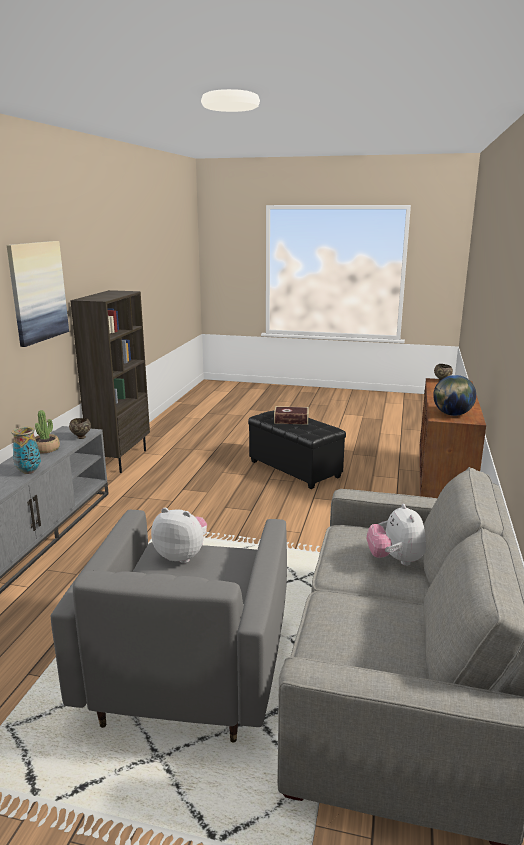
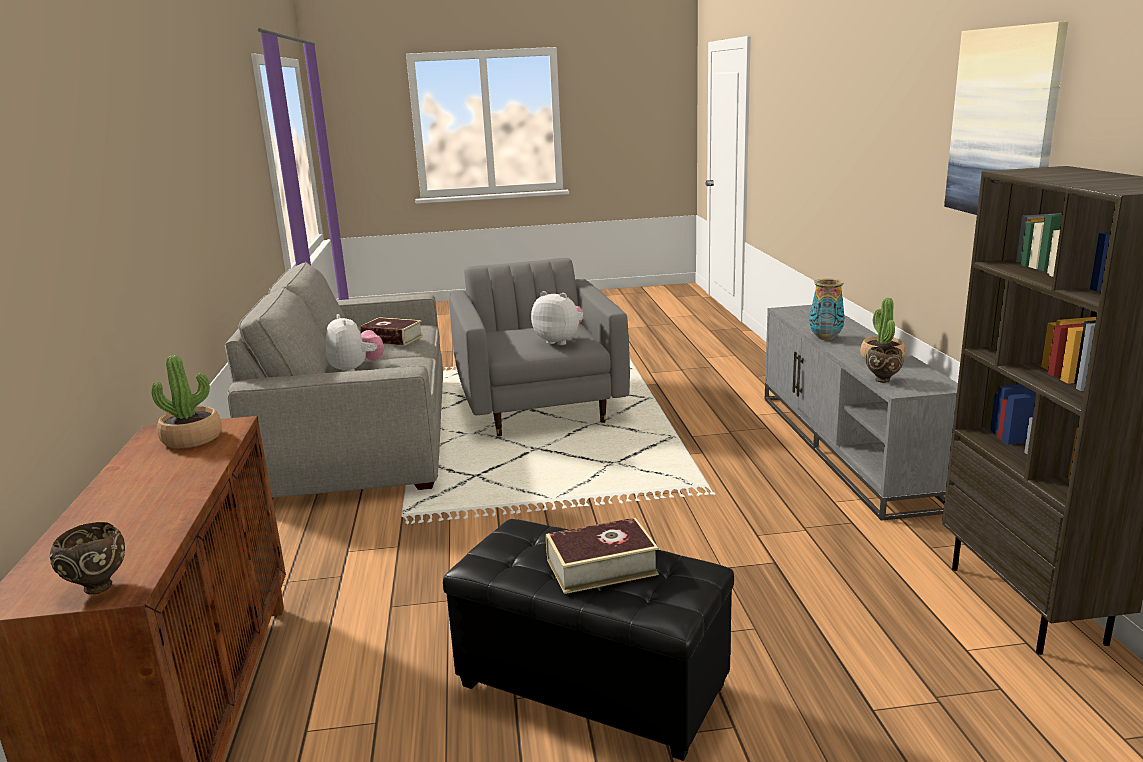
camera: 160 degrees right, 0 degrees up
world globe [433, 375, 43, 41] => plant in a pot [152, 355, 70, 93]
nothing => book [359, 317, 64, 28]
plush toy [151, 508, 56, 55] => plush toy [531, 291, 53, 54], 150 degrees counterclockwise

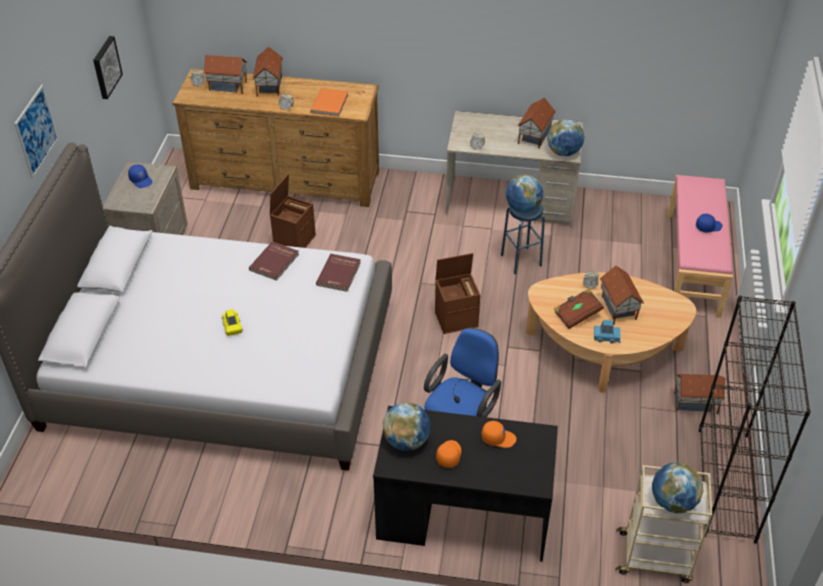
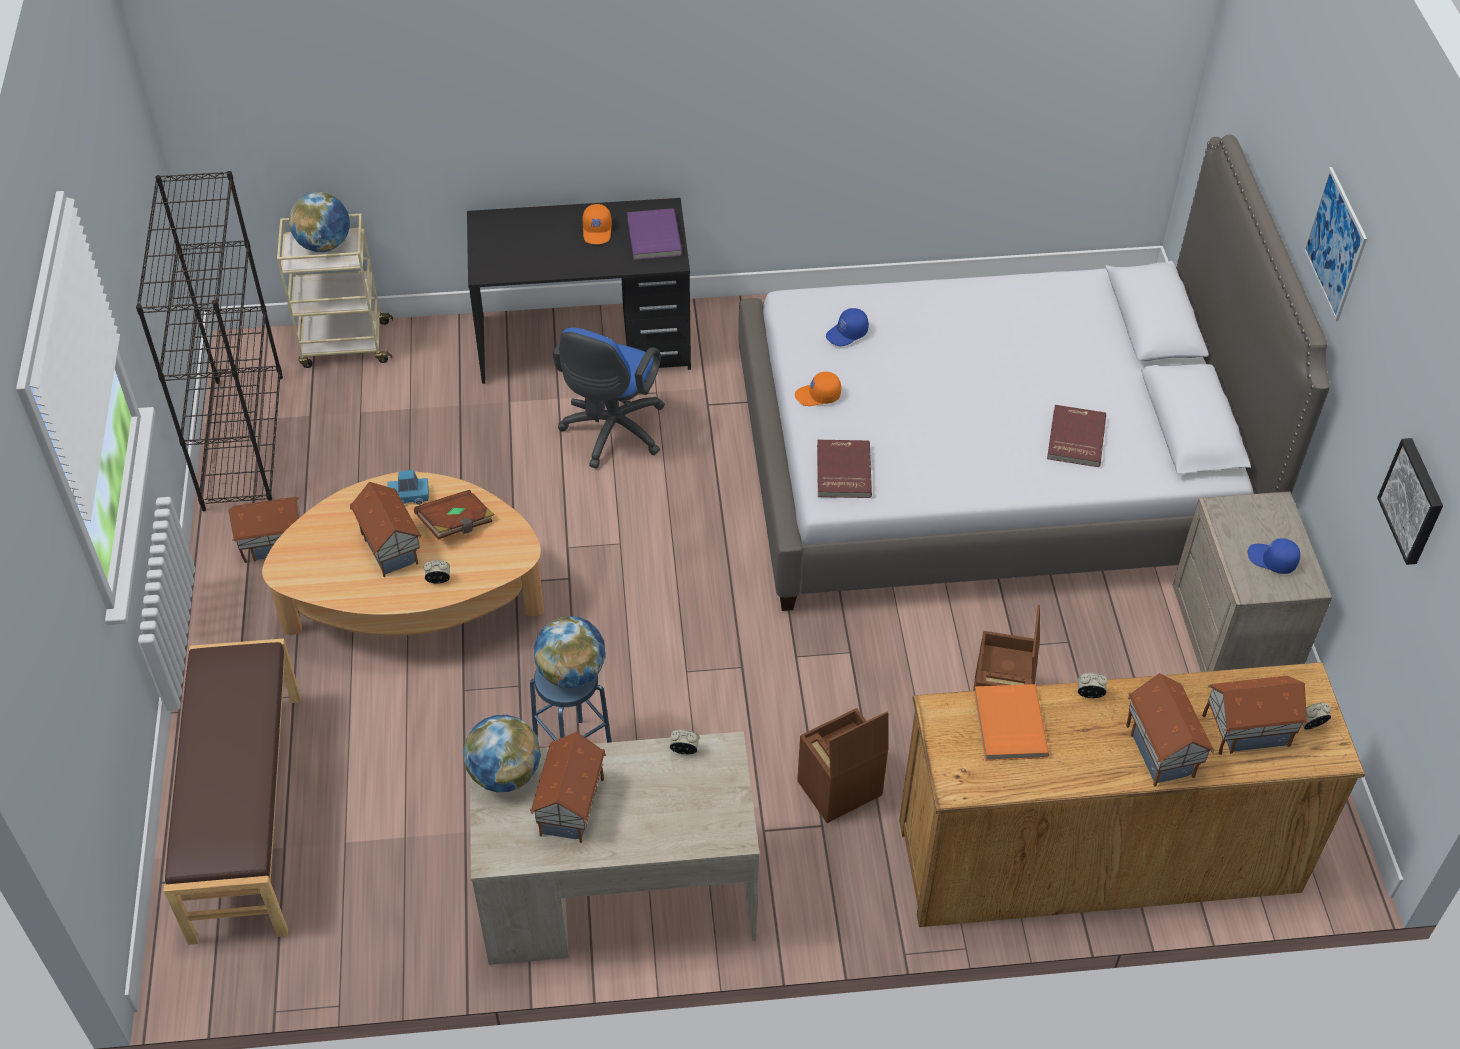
camera: 165 degrees right, 5 degrees up
pink indoor bench [667, 175, 66, 142] => brown-coloured indoor bench [164, 638, 137, 307]
world globe [383, 402, 47, 49] => purple book [627, 208, 55, 52]
orange-coloured cap [482, 421, 34, 27] => orange-coloured cap [795, 371, 46, 35], moved
brown-coloured storage bin [435, 253, 45, 81] => brown-coloured storage bin [797, 708, 92, 115], moved
blue cap [696, 214, 26, 18] => blue cap [826, 308, 43, 39], moved
red-coloured book [249, 241, 50, 40] => red-coloured book [1047, 405, 59, 62], moved
yellow model car [222, 309, 20, 27] => nothing

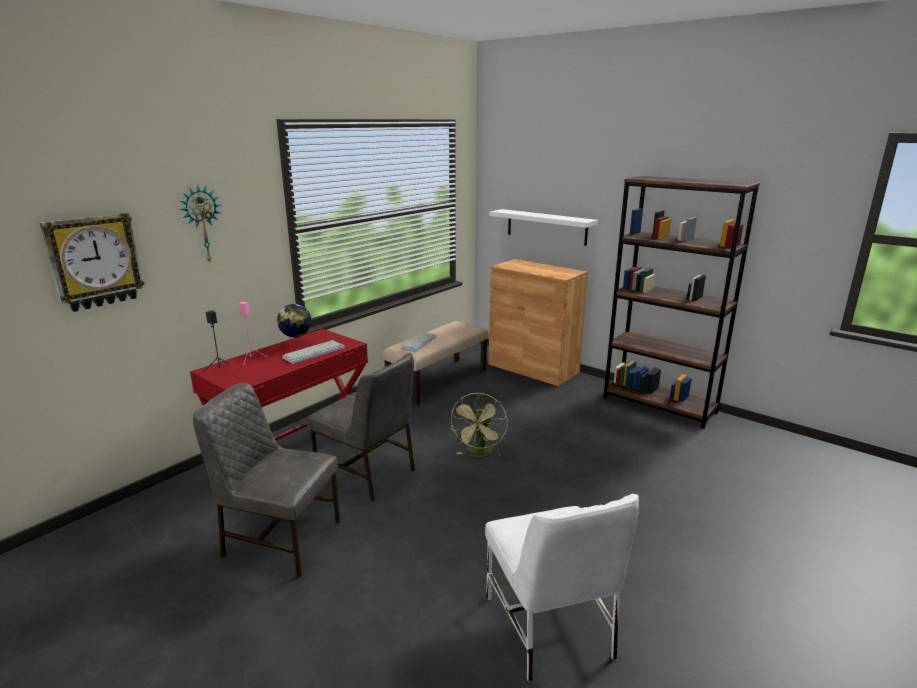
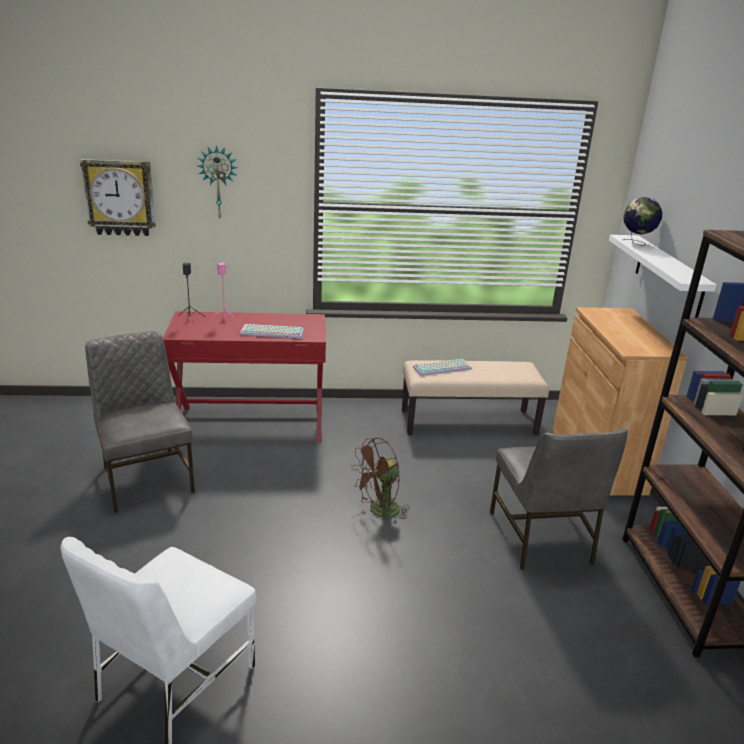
camera: 45 degrees right, 5 degrees up
green-coloured fan [450, 393, 58, 65] => brown-coloured fan [351, 438, 59, 86]
gray chair [307, 353, 108, 148] => gray chair [490, 429, 138, 141], moved
world globe [277, 304, 35, 42] => world globe [624, 197, 38, 49], moved

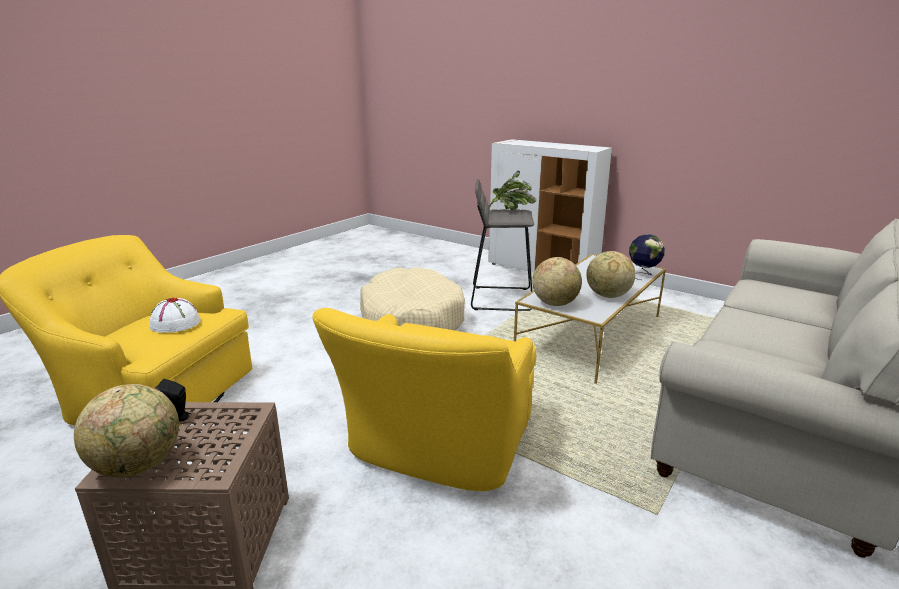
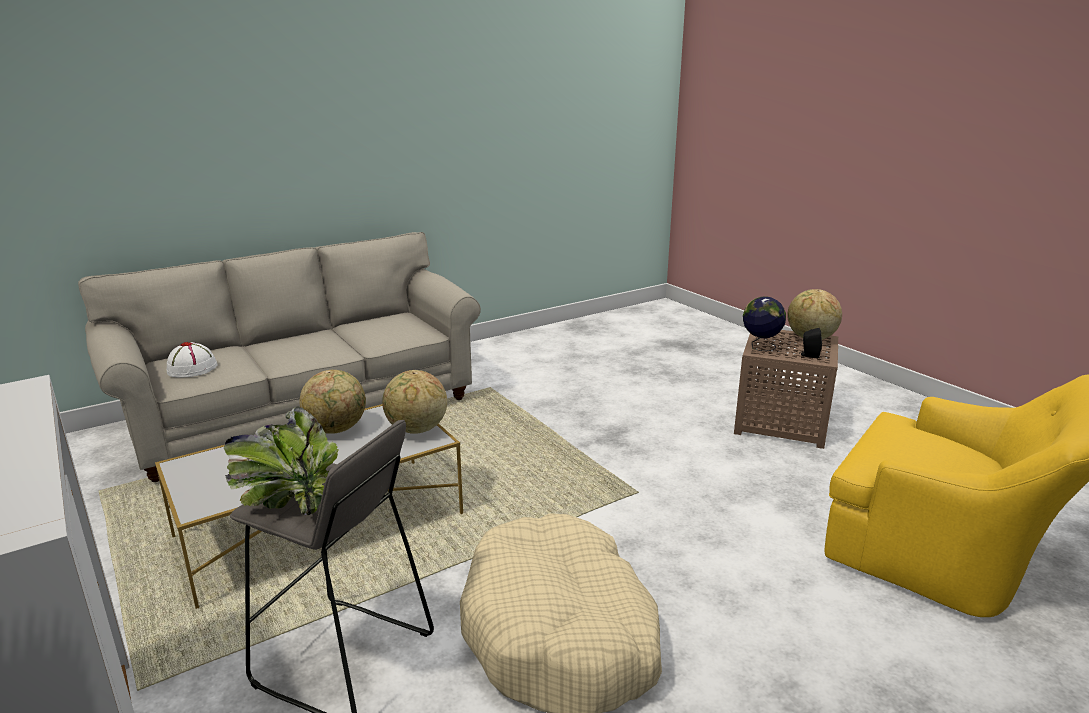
camera: 160 degrees left, 0 degrees up
whitish wearable hat [150, 298, 51, 35] => whitish wearable hat [167, 342, 50, 36], moved
world globe [629, 234, 36, 46] => world globe [743, 296, 43, 55], moved
yellow easy chair [312, 308, 224, 183] => nothing

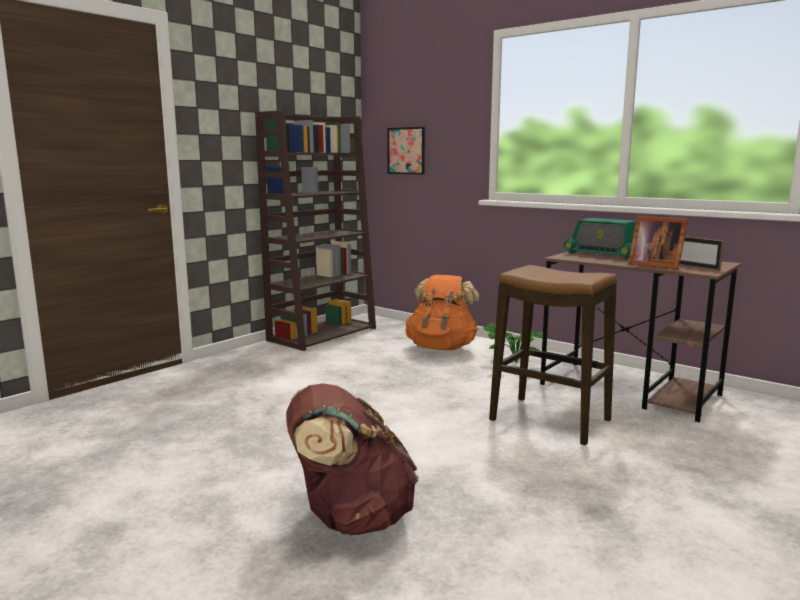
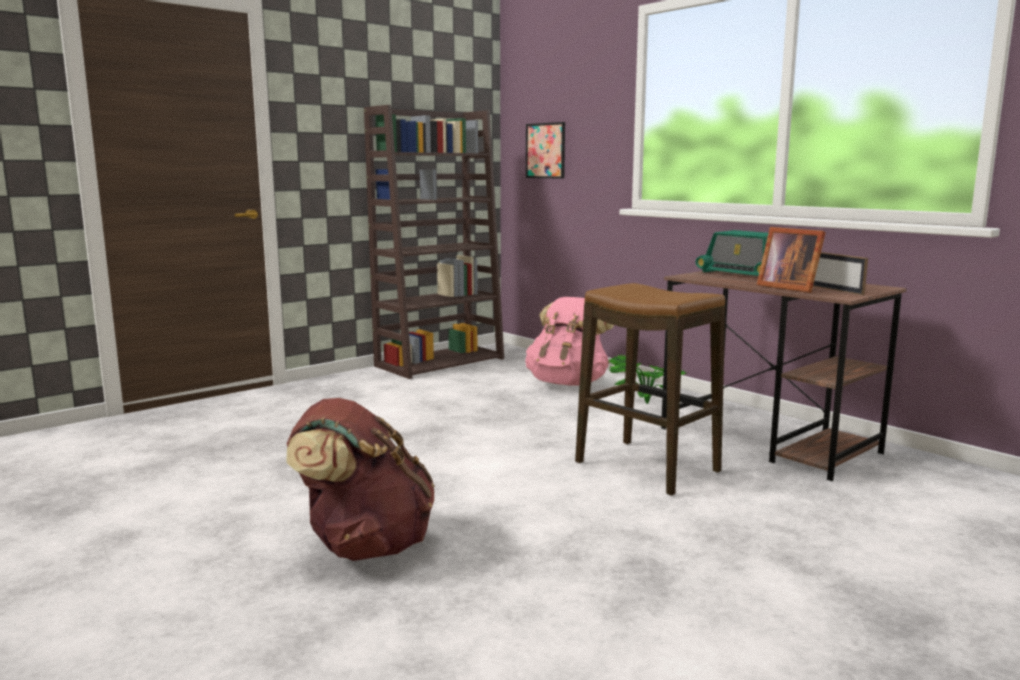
camera: 10 degrees right, 0 degrees up
orange-coloured backpack [405, 275, 75, 75] => pink backpack [525, 297, 89, 89]

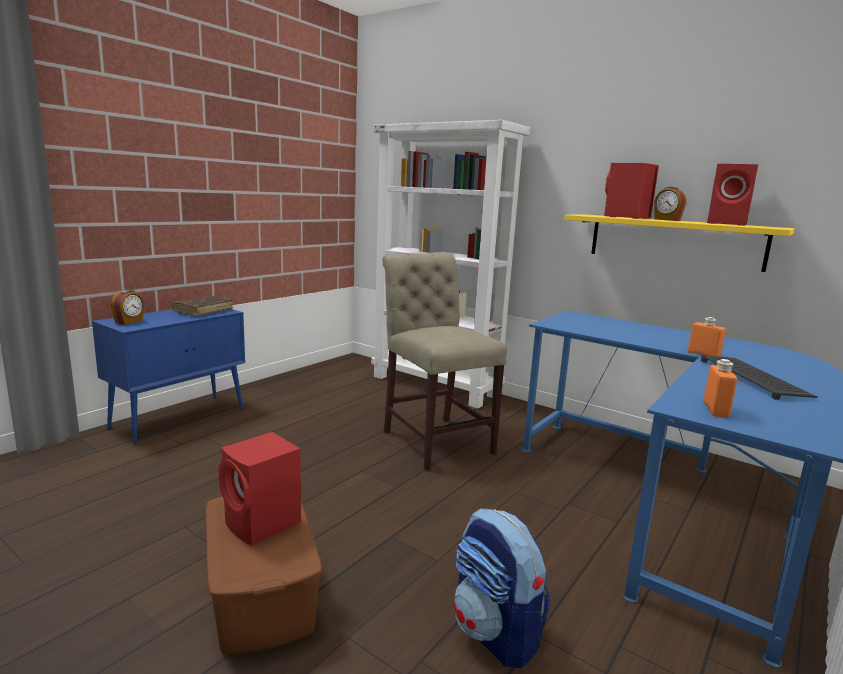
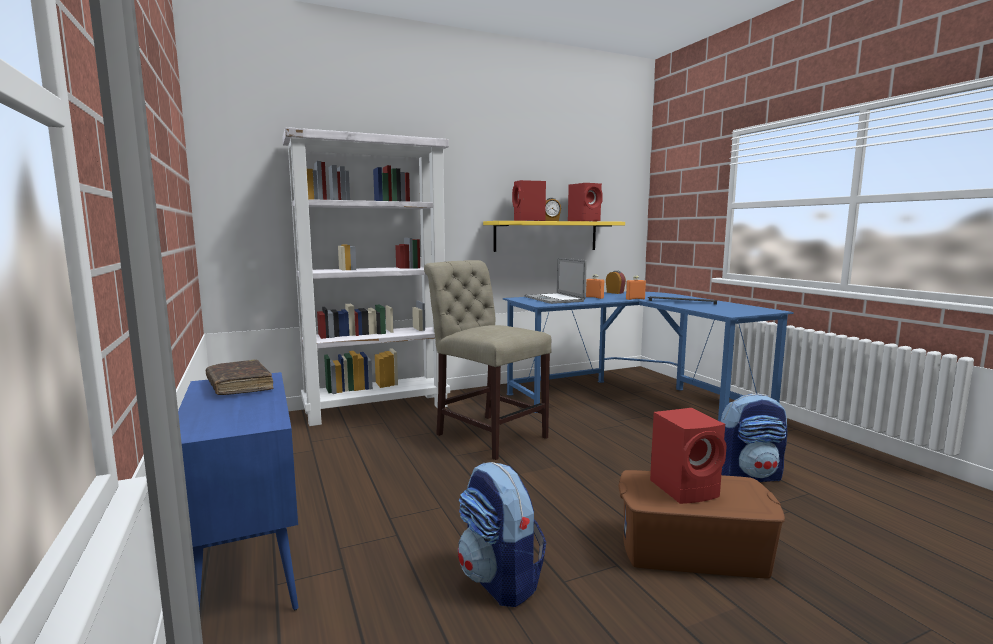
camera: 60 degrees left, 5 degrees down
sand-coloured chair [382, 253, 125, 218] => sand-coloured chair [424, 260, 128, 200], 45 degrees clockwise
nothing => backpack [458, 462, 88, 145]
nothing => portable computer [524, 257, 63, 47]
orange-coloured drink bottle [703, 359, 34, 59] => orange-coloured drink bottle [586, 274, 18, 25], moved
table clock [111, 290, 33, 35] => table clock [606, 271, 20, 23], moved

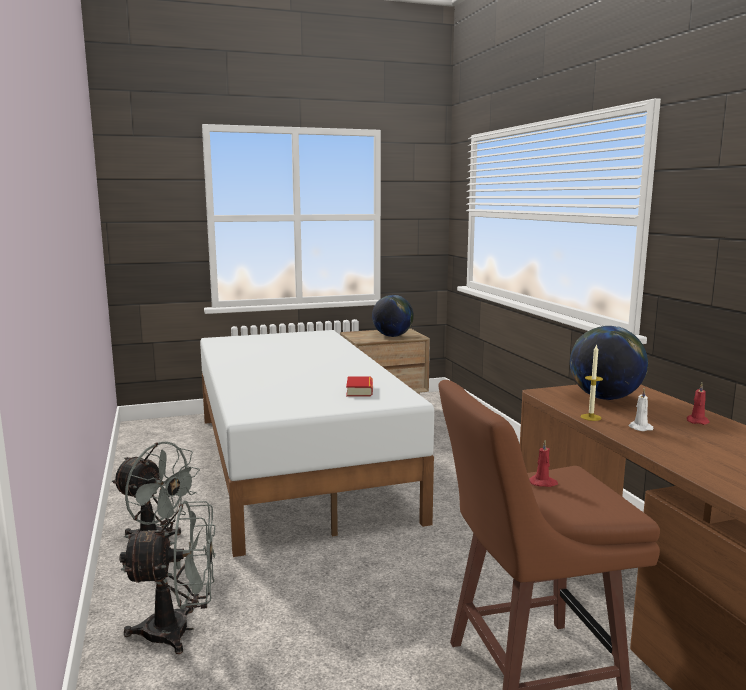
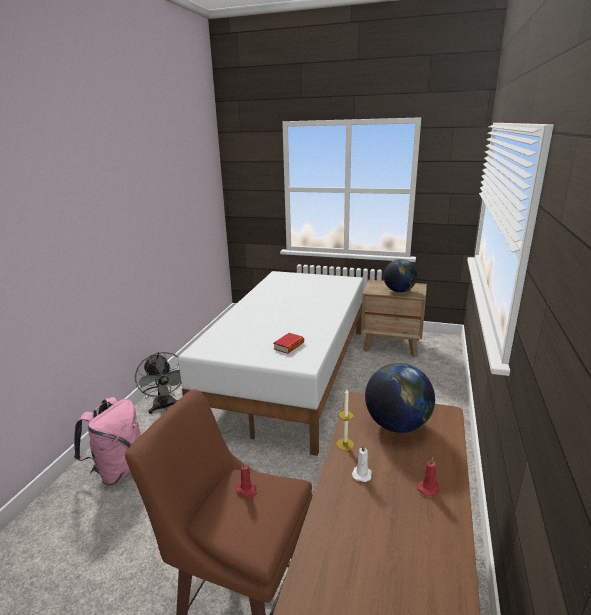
camera: 35 degrees right, 10 degrees up
gray fan [119, 501, 97, 153] => pink backpack [74, 397, 67, 89]

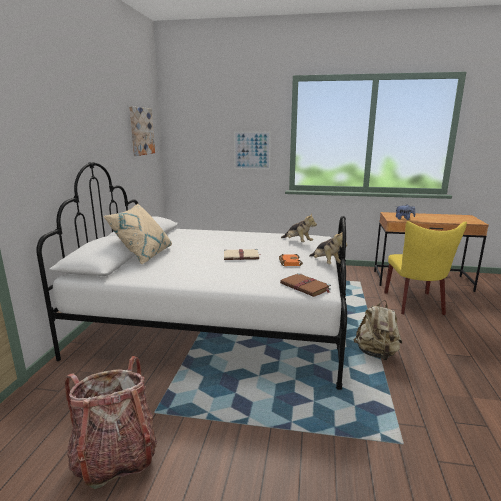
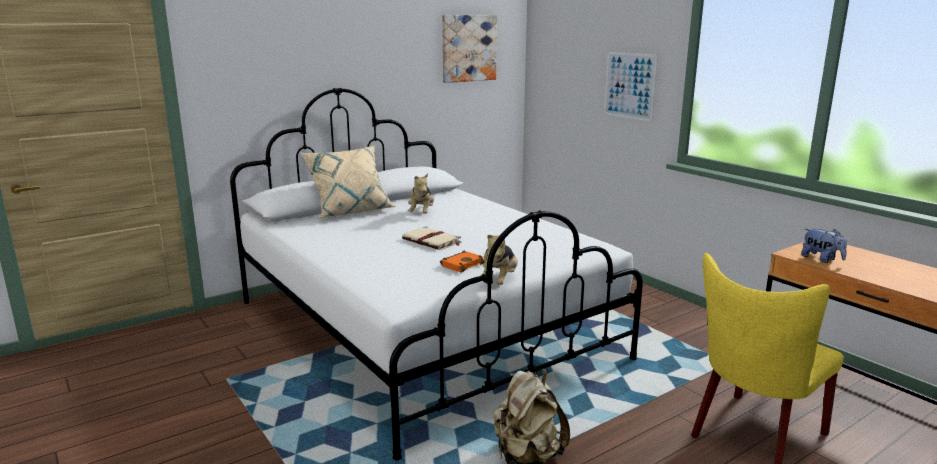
camera: 45 degrees right, 0 degrees up
plush toy [281, 214, 36, 28] => plush toy [408, 173, 26, 41], moved
backpack [65, 356, 92, 133] => nothing
brown-coloured book [280, 273, 51, 24] => nothing

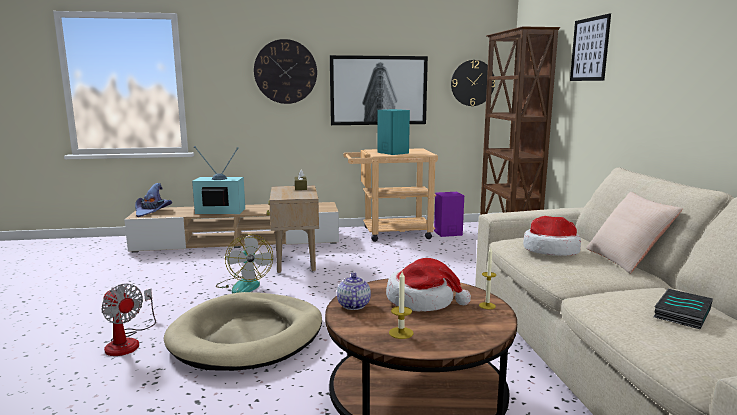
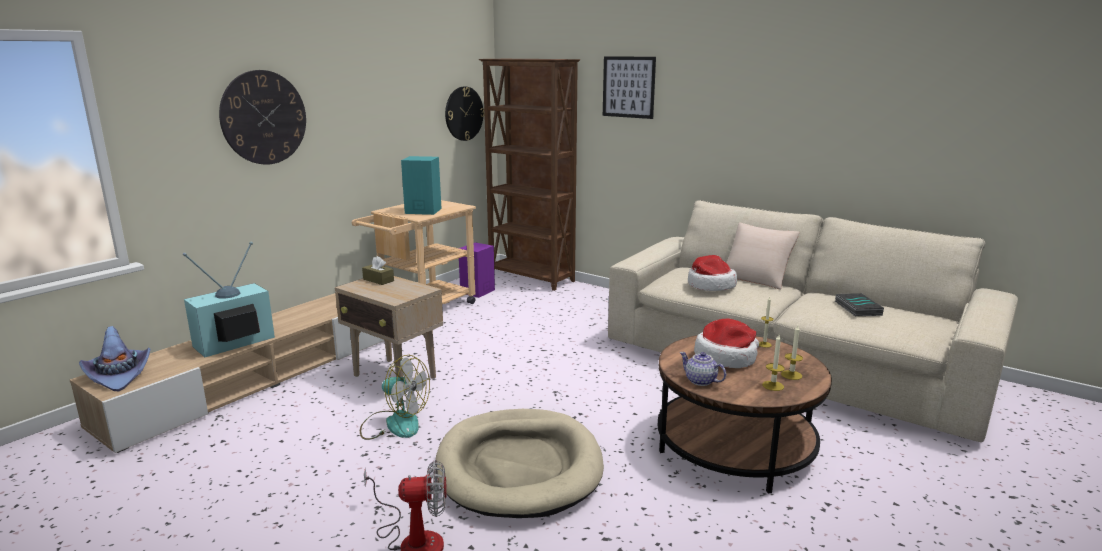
camera: 45 degrees left, 5 degrees up
nothing => wax light [781, 325, 22, 55]
picture [330, 55, 98, 70] => nothing

